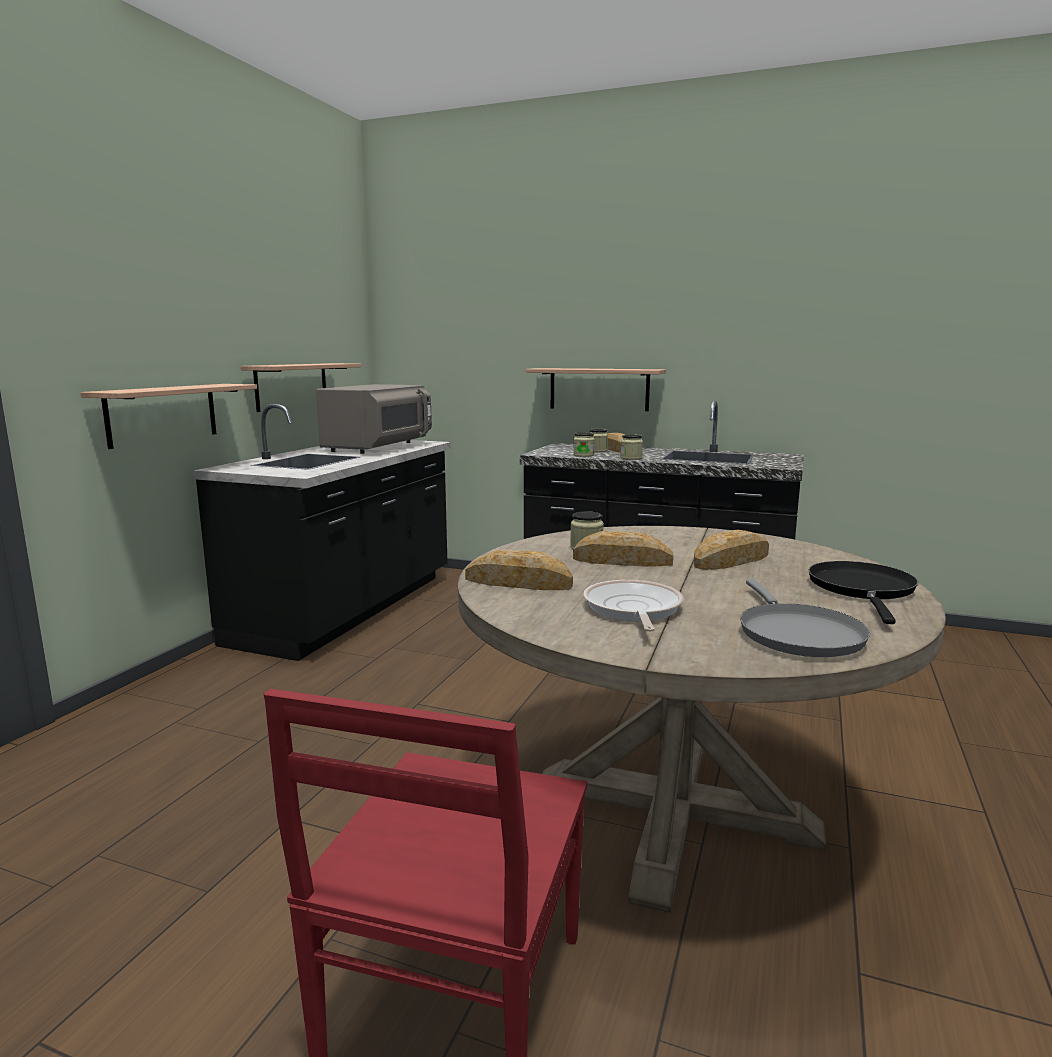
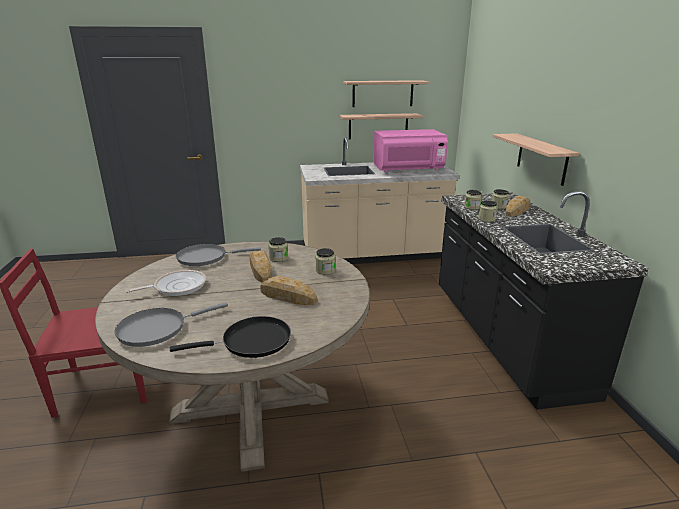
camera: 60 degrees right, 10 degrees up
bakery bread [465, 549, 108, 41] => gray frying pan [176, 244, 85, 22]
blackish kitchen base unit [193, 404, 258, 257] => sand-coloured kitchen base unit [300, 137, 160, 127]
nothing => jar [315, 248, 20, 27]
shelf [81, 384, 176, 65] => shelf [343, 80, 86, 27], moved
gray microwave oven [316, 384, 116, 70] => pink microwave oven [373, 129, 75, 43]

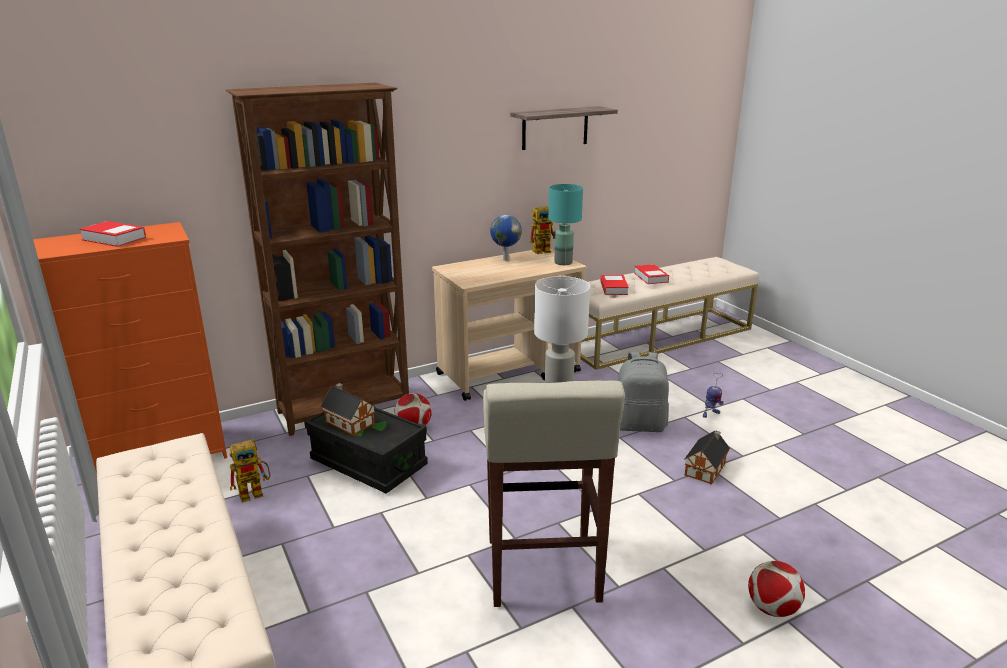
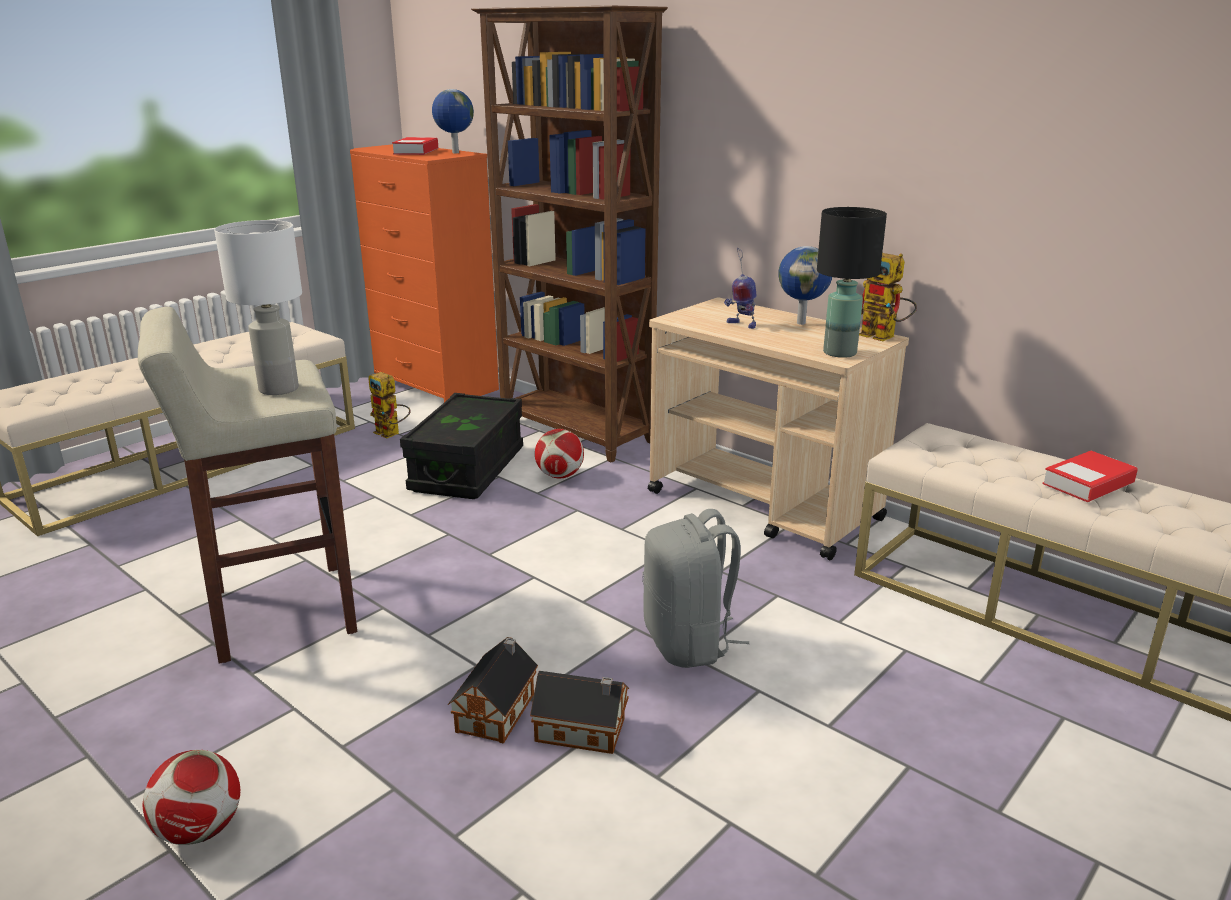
camera: 70 degrees right, 0 degrees up
nothing => world globe [432, 89, 42, 64]
miniature house [320, 383, 55, 53] => miniature house [448, 637, 90, 107], moved
model robot [703, 373, 21, 45] => model robot [724, 248, 33, 81], moved
turquoise tabletop lamp [548, 184, 35, 81] => blackish tabletop lamp [817, 207, 70, 151]
shelf [510, 106, 108, 44] => nothing
book [601, 275, 28, 20] => nothing

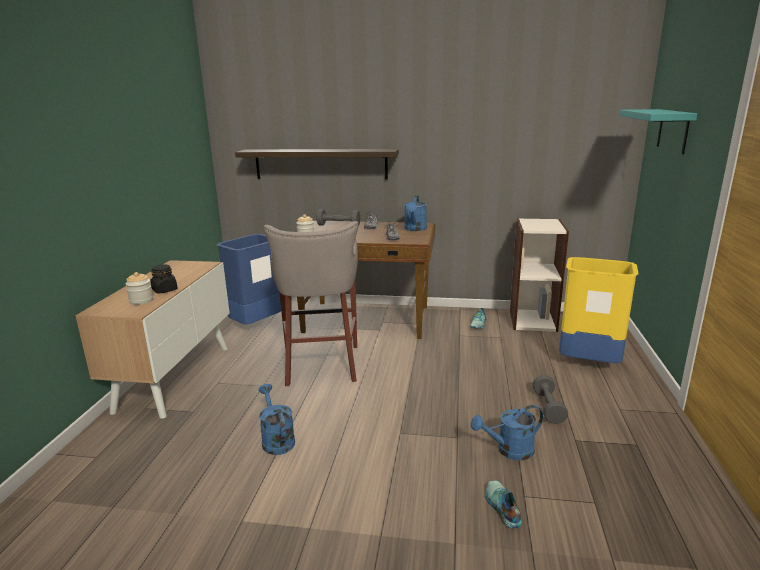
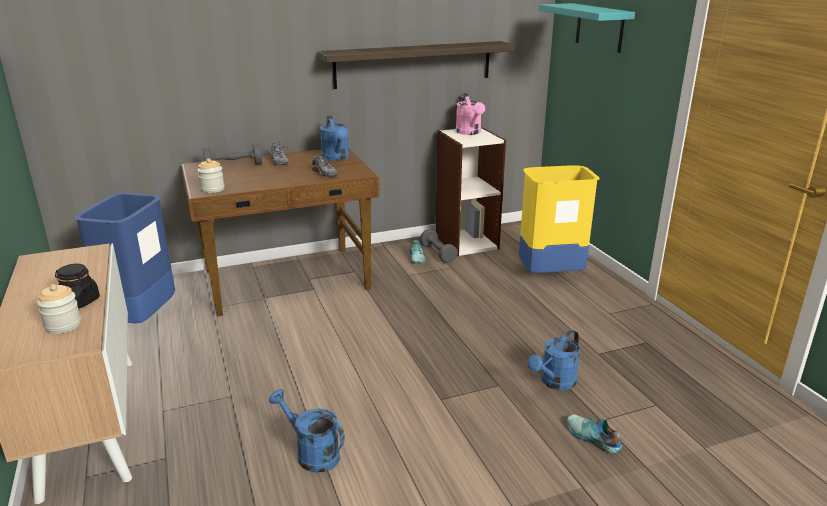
camera: 30 degrees left, 5 degrees up
shelf [235, 149, 164, 31] => shelf [318, 41, 197, 48], moved
gray hand weight [533, 375, 35, 49] => gray hand weight [420, 229, 38, 34], moved
nothing => pink sprinkling can [456, 93, 29, 42]
gray stool seat [263, 221, 96, 165] => nothing

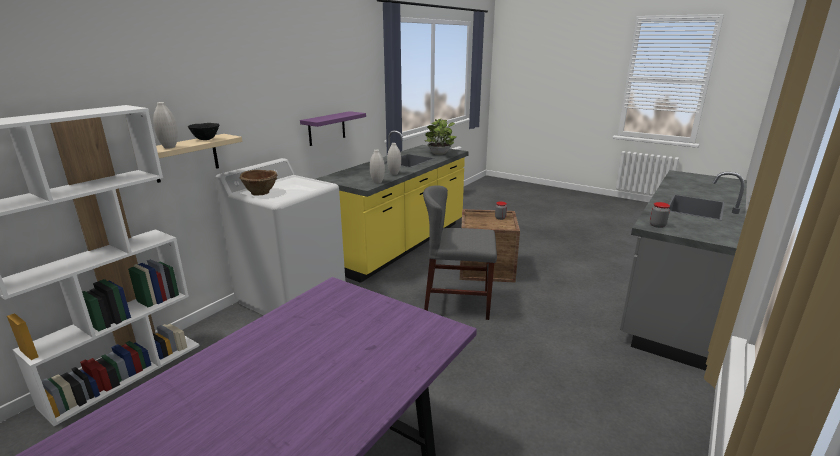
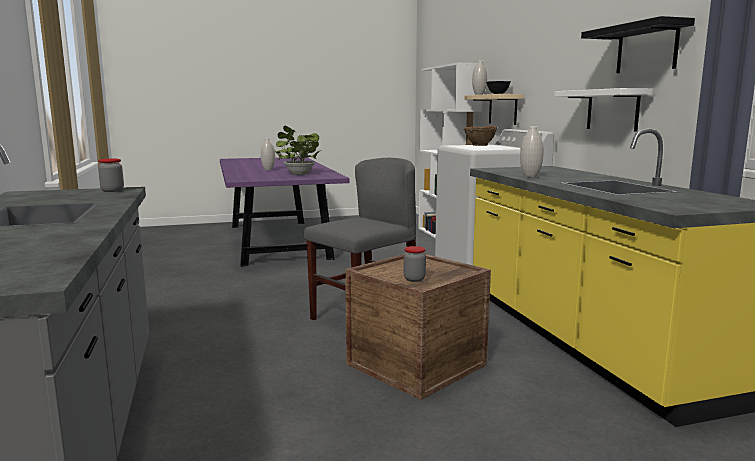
camera: 130 degrees right, 10 degrees down
whitish decorative vase [370, 149, 15, 35] => whitish decorative vase [261, 138, 14, 32], moved
plant in a pot [425, 118, 32, 37] => plant in a pot [273, 125, 48, 50], moved
purple shelf [300, 111, 66, 35] => whitish shelf [554, 88, 99, 44]
nothing => blackish shelf [581, 16, 114, 57]

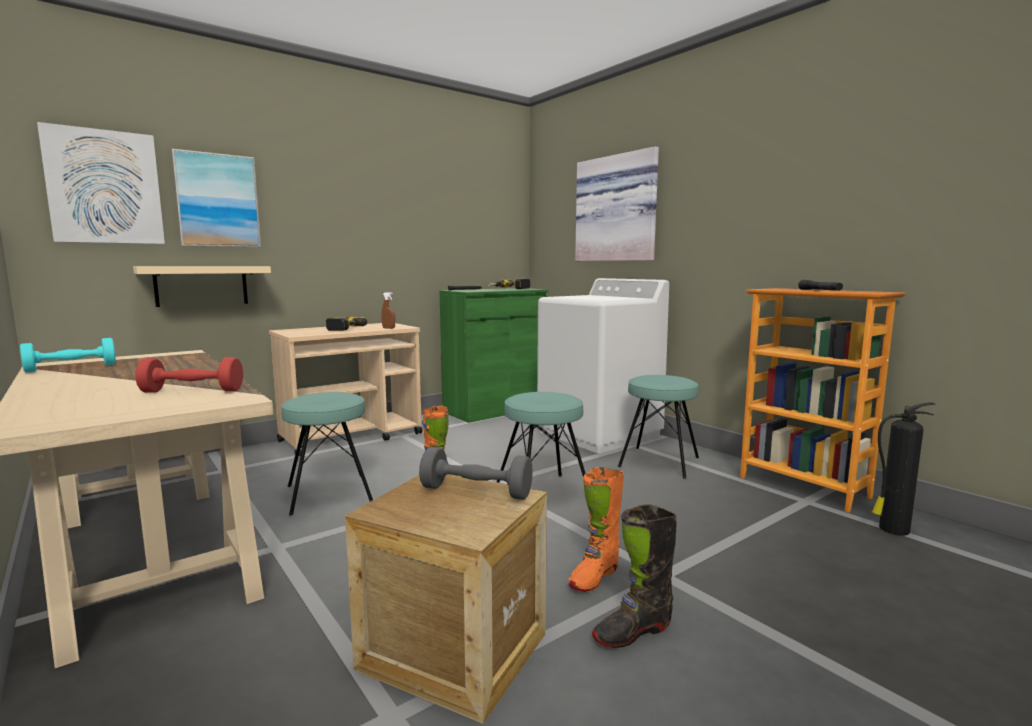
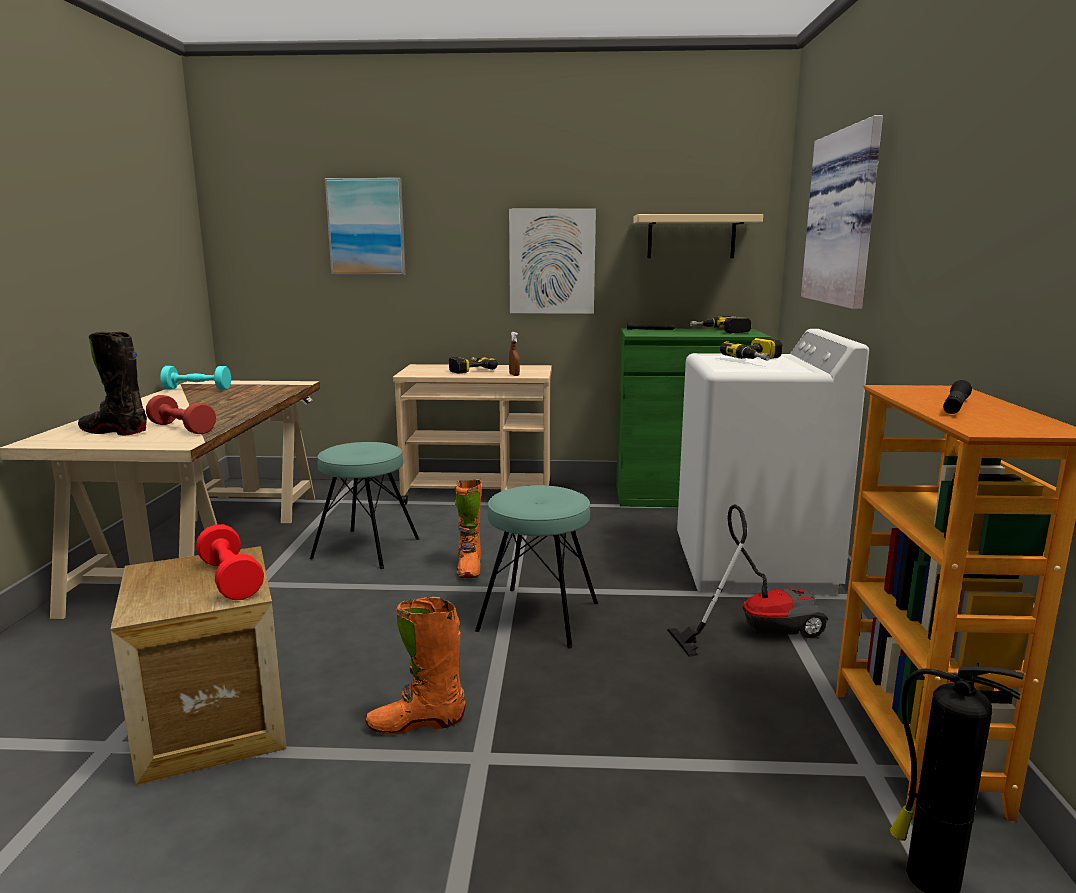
camera: 40 degrees right, 5 degrees up
blackish high-top boot [592, 504, 85, 144] => blackish high-top boot [78, 332, 69, 103], moved
gray hand weight [419, 447, 114, 53] => red-coloured hand weight [196, 524, 68, 76]
picture [37, 122, 128, 122] => picture [509, 208, 87, 106], moved
sand-coloured shelf [133, 266, 138, 41] => sand-coloured shelf [633, 214, 130, 44], moved
turquoise stool seat [618, 375, 81, 104] => vacuum cleaner [667, 504, 161, 153]
nothing => power drill [720, 338, 62, 23]

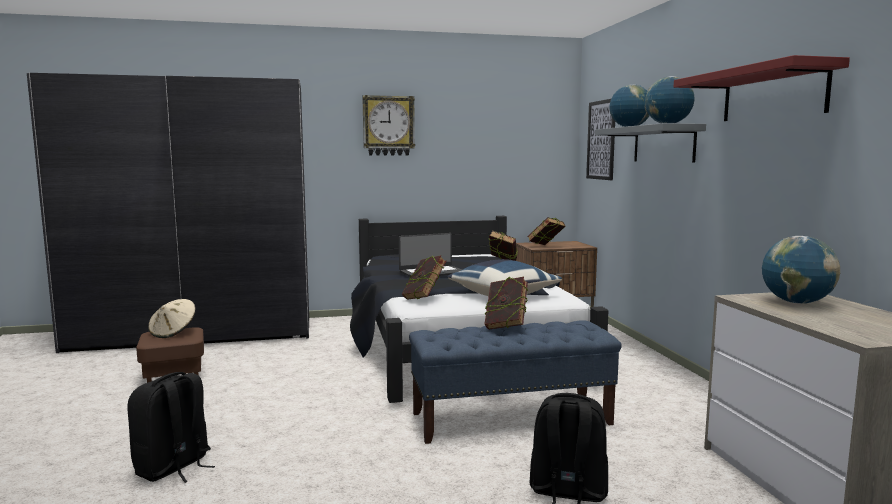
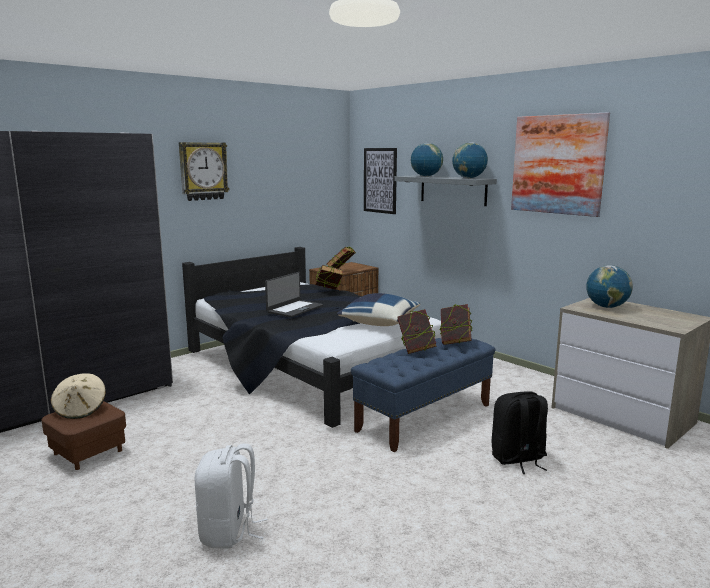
camera: 30 degrees left, 5 degrees up
blackish backpack [128, 372, 87, 111] => whitish backpack [194, 443, 74, 106]
book [402, 255, 44, 45] => book [440, 304, 33, 41], moved
red-coloured shelf [674, 55, 176, 66] => picture [511, 112, 99, 105]

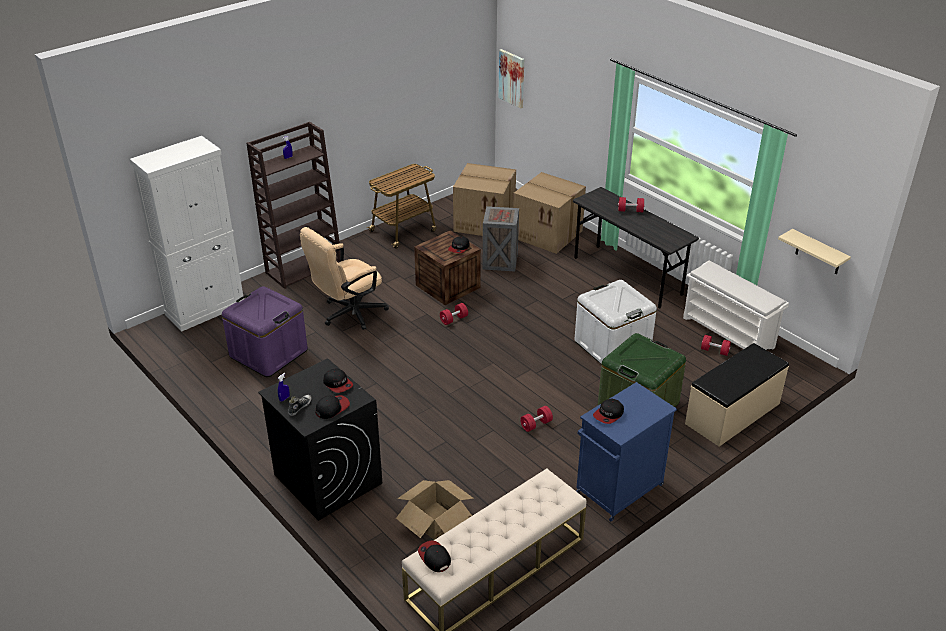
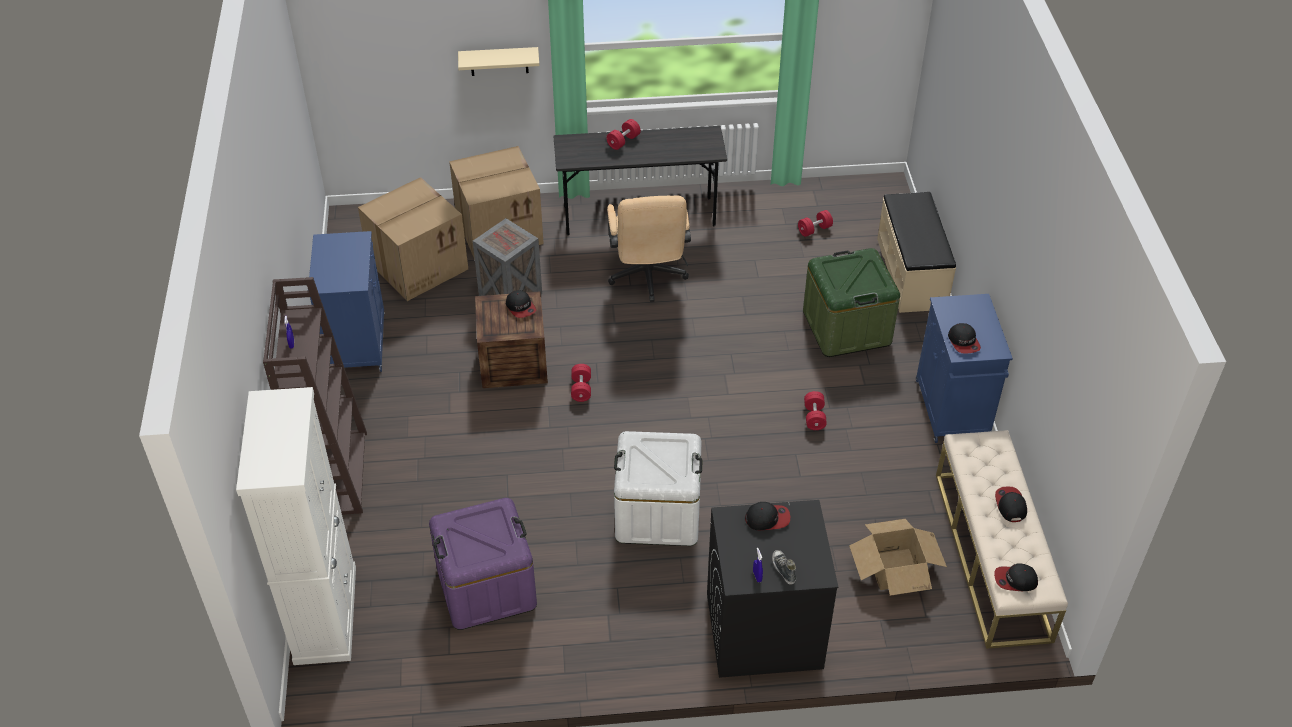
camera: 55 degrees left, 10 degrees up
trolley [367, 164, 70, 85] => blue cabinet [308, 231, 77, 141]
sand-coloured shelf [778, 229, 73, 45] => sand-coloured shelf [458, 47, 81, 29], moved
sand-coloured desk chair [300, 227, 89, 103] => sand-coloured desk chair [607, 195, 84, 107], moved
whitish storage bin [574, 280, 83, 85] => whitish storage bin [614, 431, 89, 115], moved
cap [316, 395, 34, 24] => cap [995, 486, 32, 36], moved
picture [498, 49, 26, 60] => nothing
whitish shoe rack [683, 260, 106, 90] => nothing

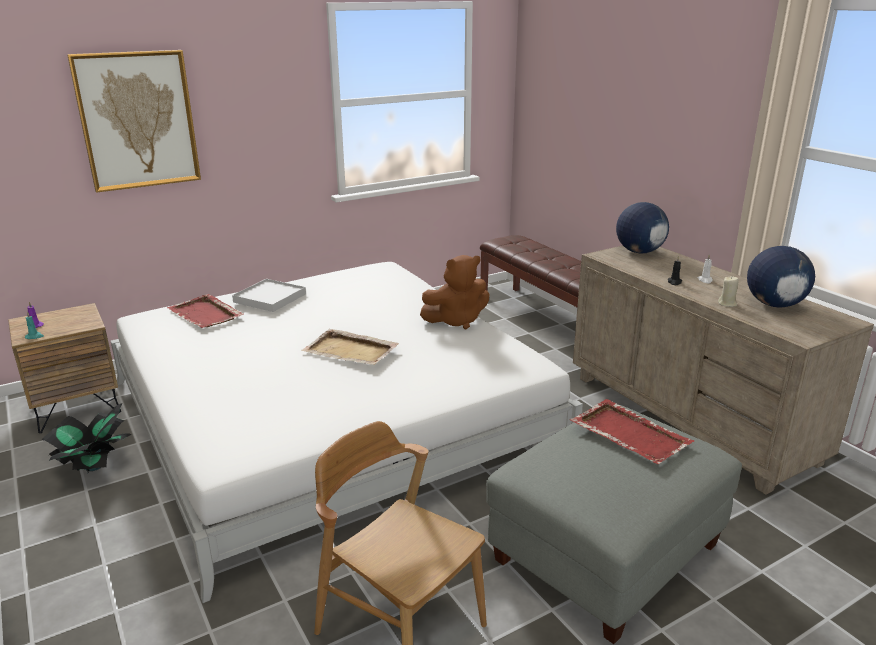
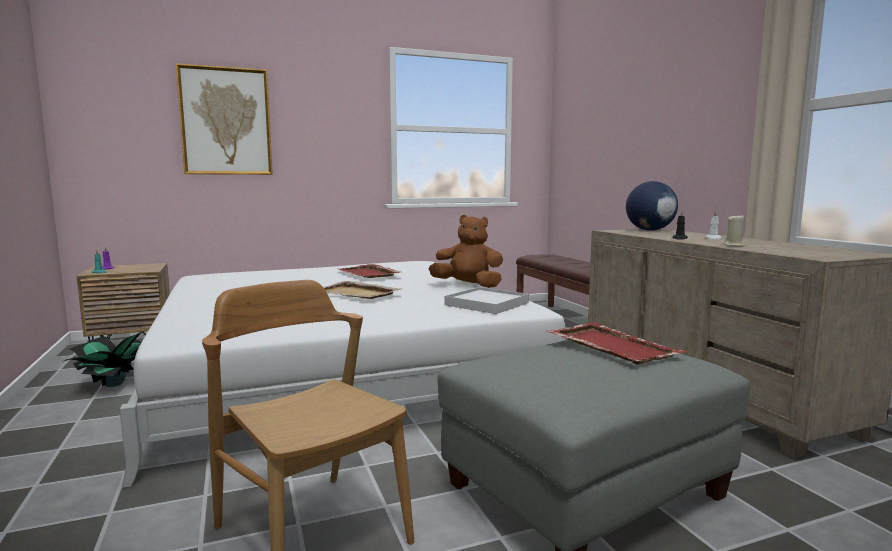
camera: 10 degrees right, 15 degrees down
red-coloured carrying tray [167, 294, 76, 34] => red-coloured carrying tray [339, 264, 61, 14], moved
brown-coloured plush toy [420, 255, 69, 74] => brown-coloured plush toy [428, 215, 75, 73], 150 degrees counterclockwise
whitish carrying tray [232, 279, 74, 33] => whitish carrying tray [444, 287, 85, 27], moved
world globe [747, 246, 68, 62] => nothing

